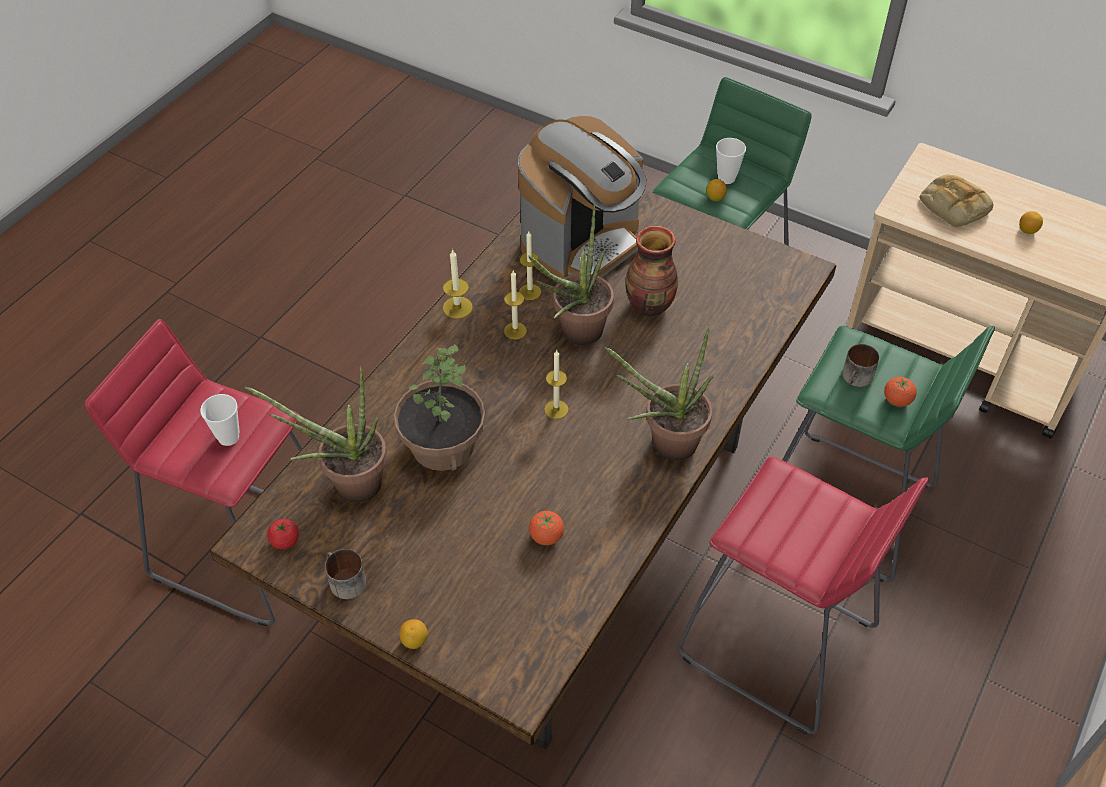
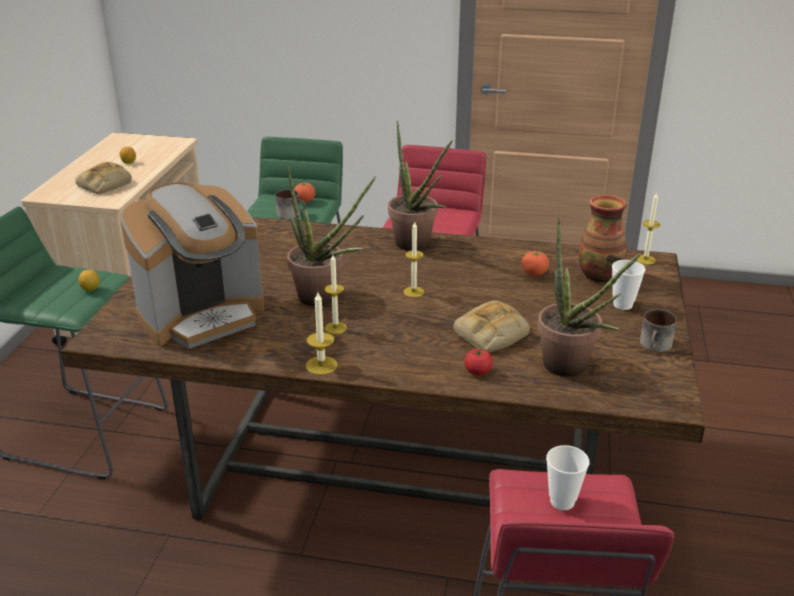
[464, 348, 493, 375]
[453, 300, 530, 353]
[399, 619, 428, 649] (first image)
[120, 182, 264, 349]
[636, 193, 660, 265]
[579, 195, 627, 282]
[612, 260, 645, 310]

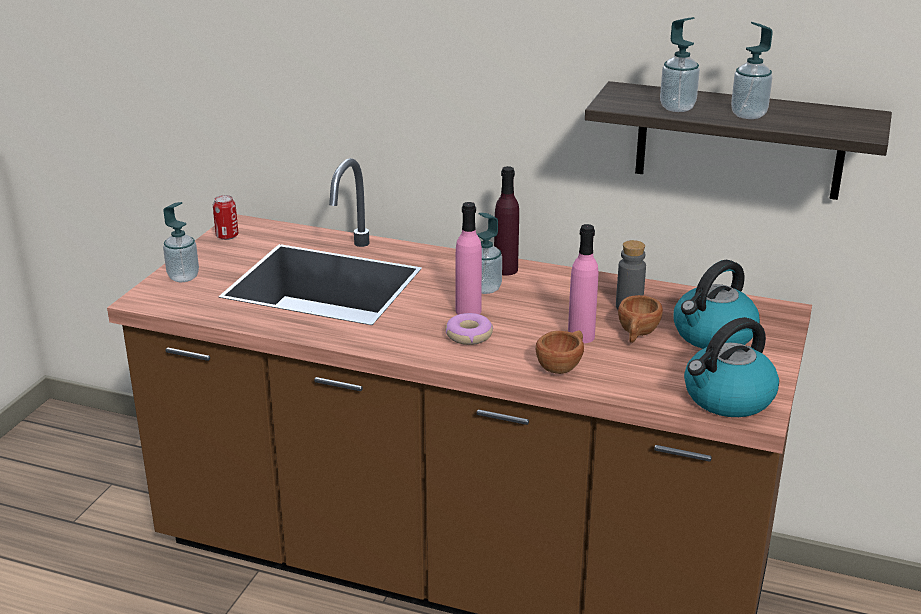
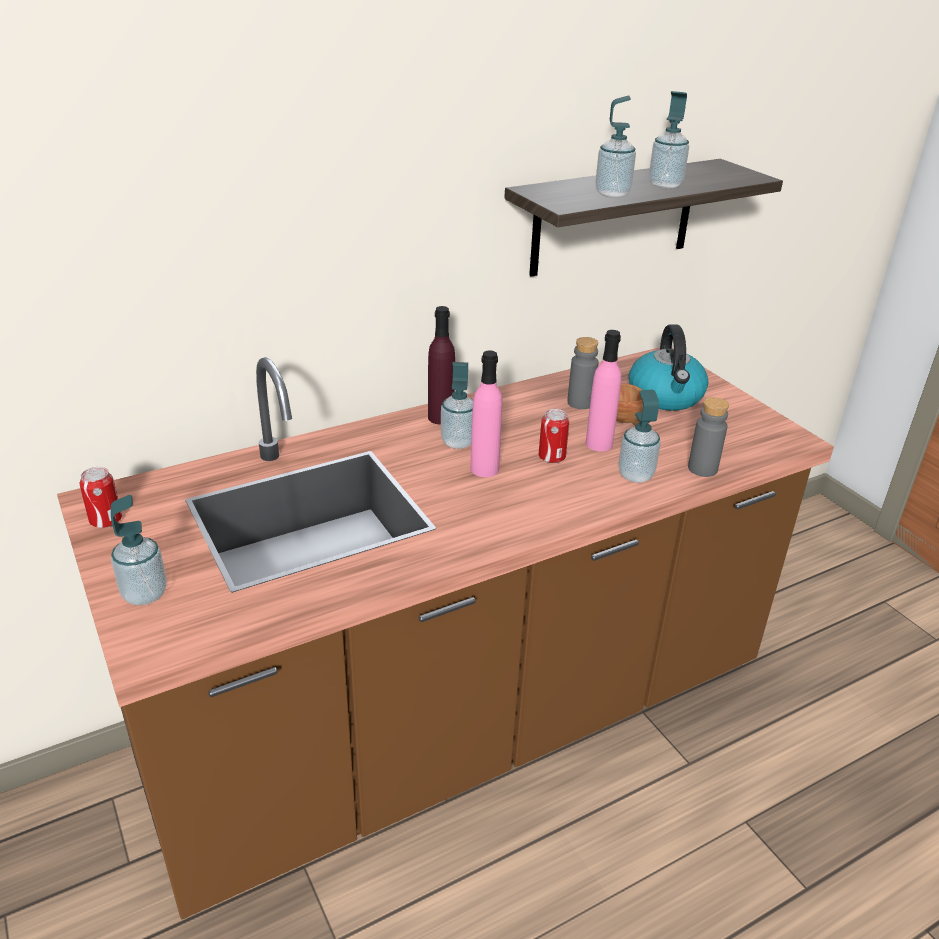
[446, 313, 493, 345] (first image)
[618, 390, 661, 483]
[684, 317, 779, 417] (first image)
[539, 409, 569, 463]
[688, 397, 729, 477]

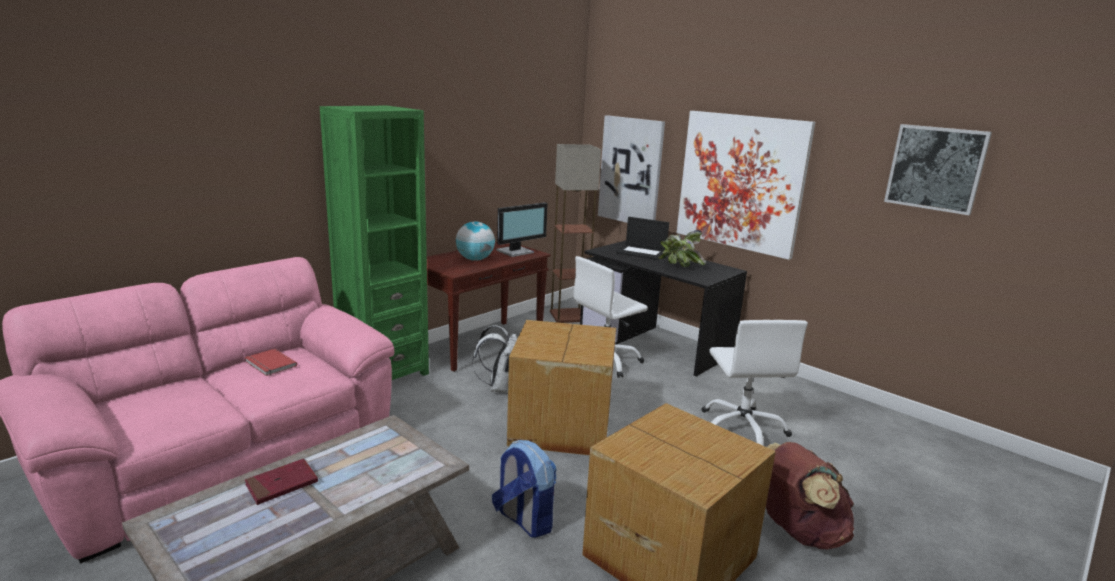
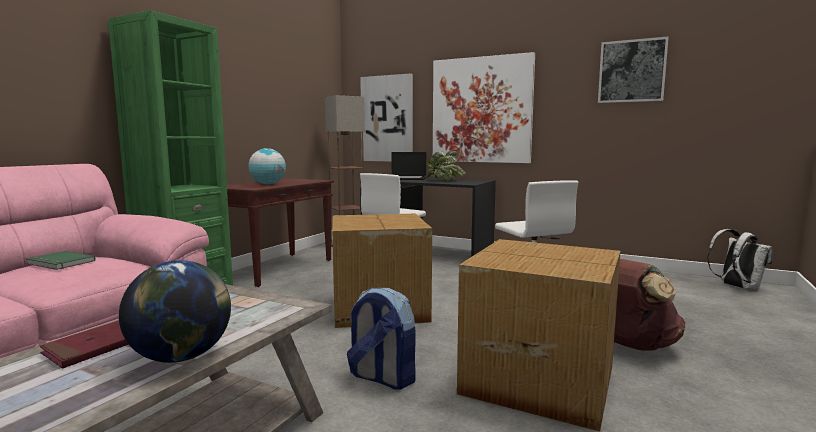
[26, 251, 96, 270]
[707, 229, 773, 289]
[496, 202, 548, 257] (first image)
[119, 260, 231, 363]

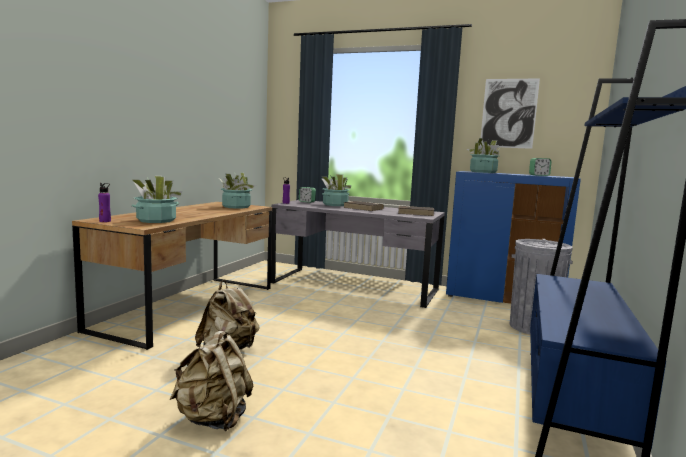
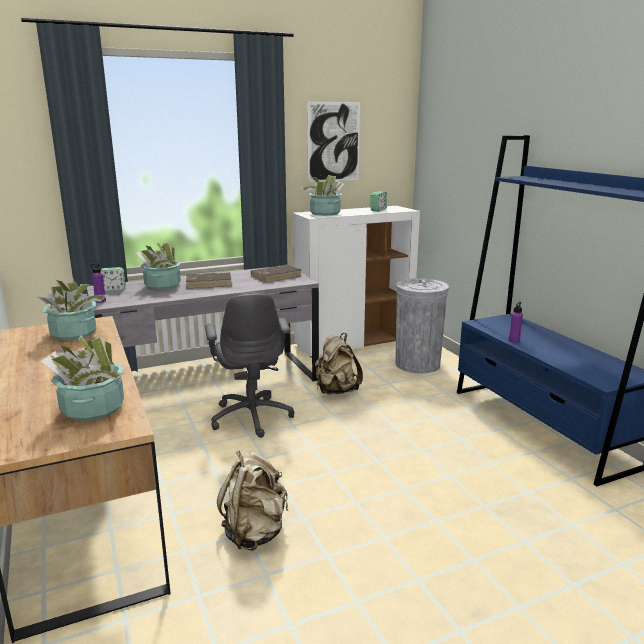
[509, 302, 523, 343]
[315, 333, 363, 394]
[292, 206, 420, 357]
[205, 292, 294, 438]

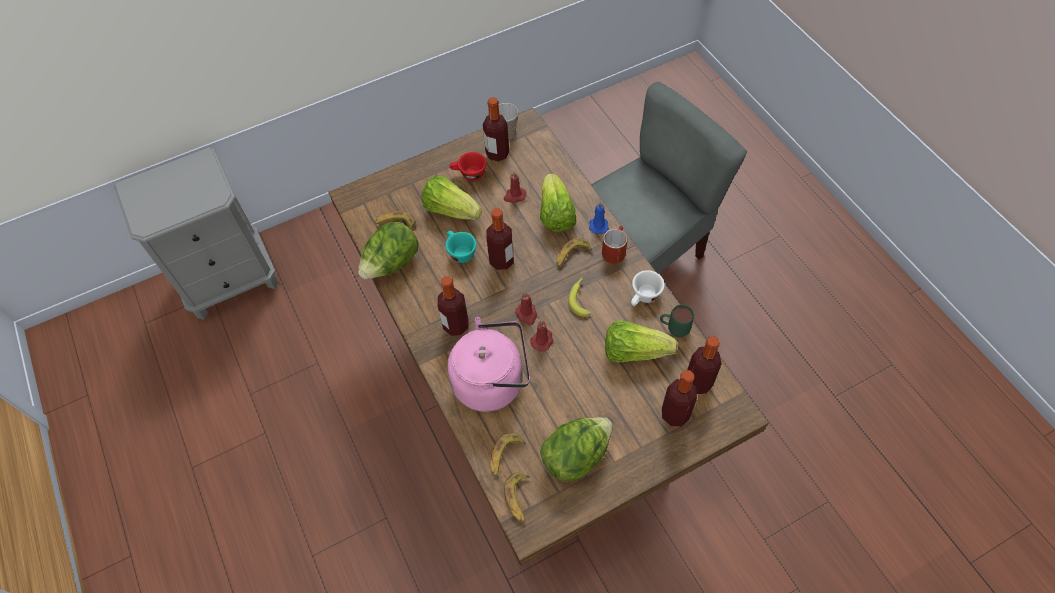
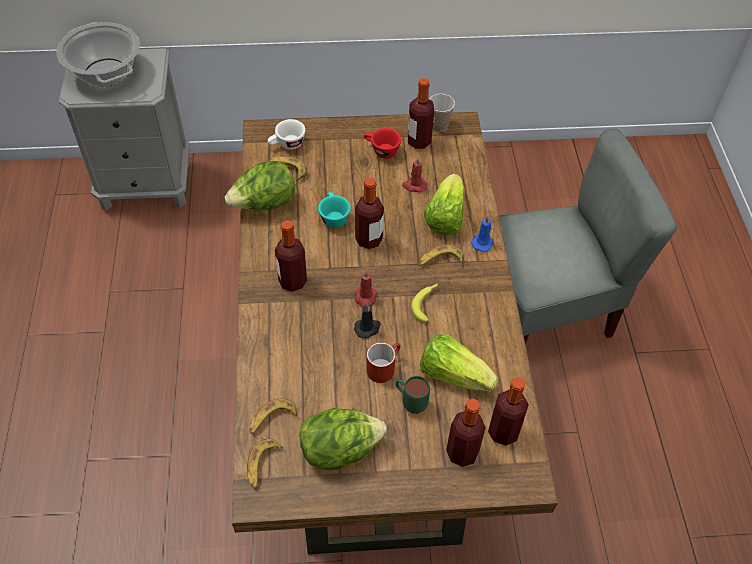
[421, 176, 482, 220] (first image)
[447, 317, 530, 412] (first image)
[354, 303, 381, 339]
[366, 342, 401, 383]
[268, 119, 305, 150]
[396, 376, 430, 414]
[57, 22, 140, 87]

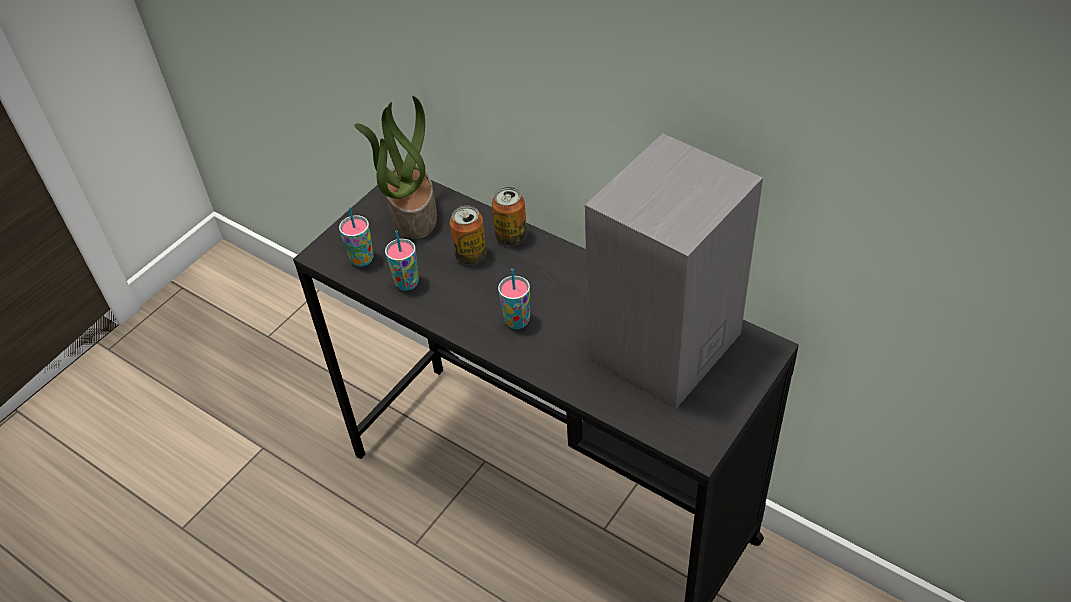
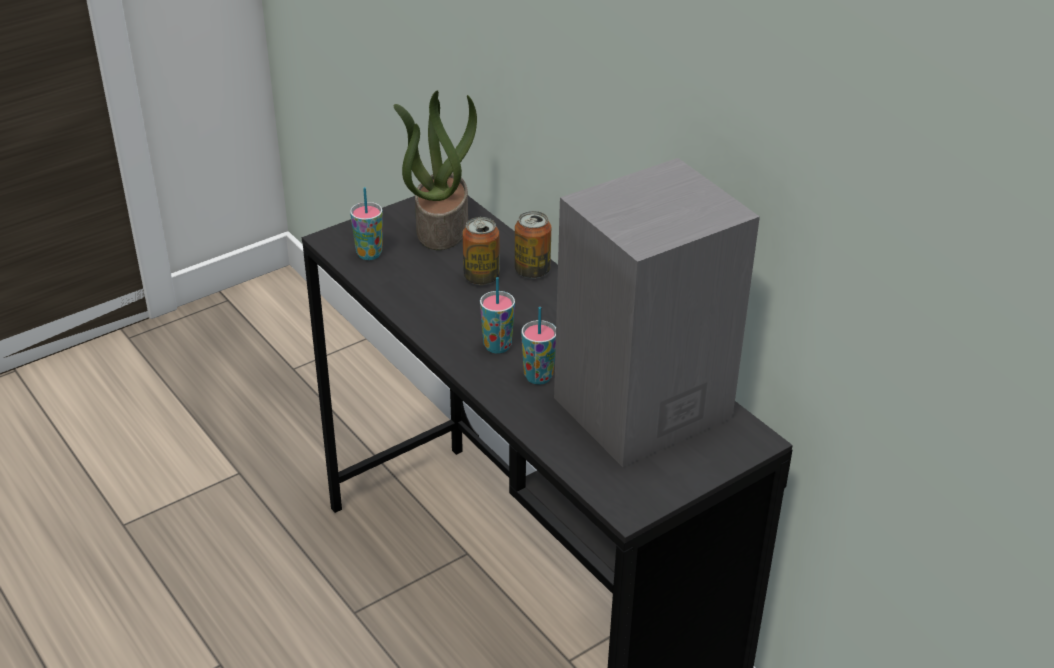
[521, 307, 556, 385]

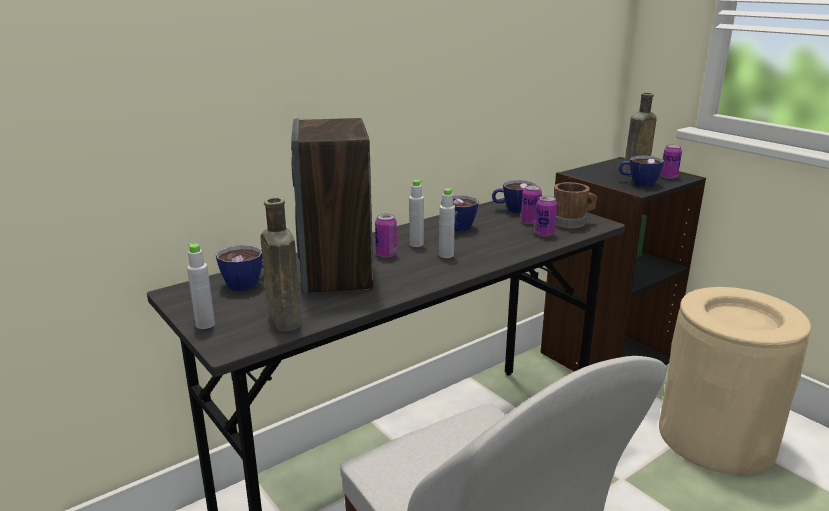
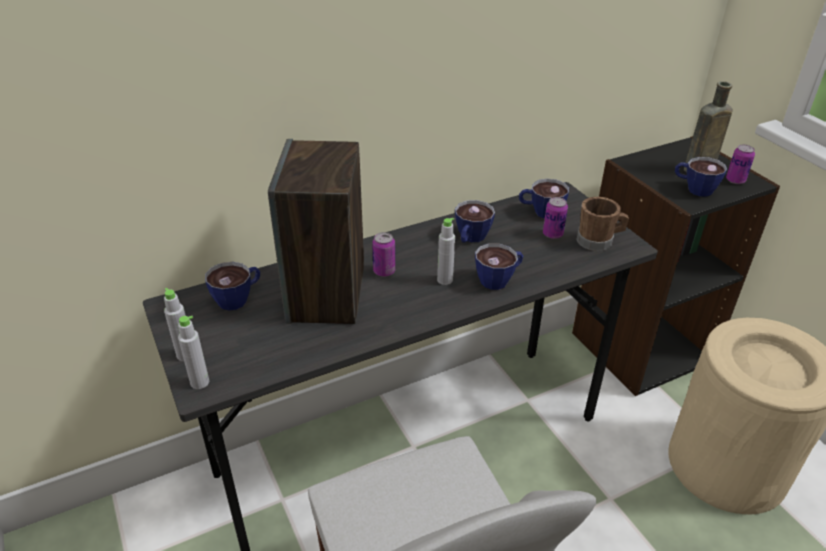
[261, 198, 302, 332] (first image)
[178, 316, 209, 389]
[535, 196, 557, 237] (first image)
[475, 243, 523, 290]

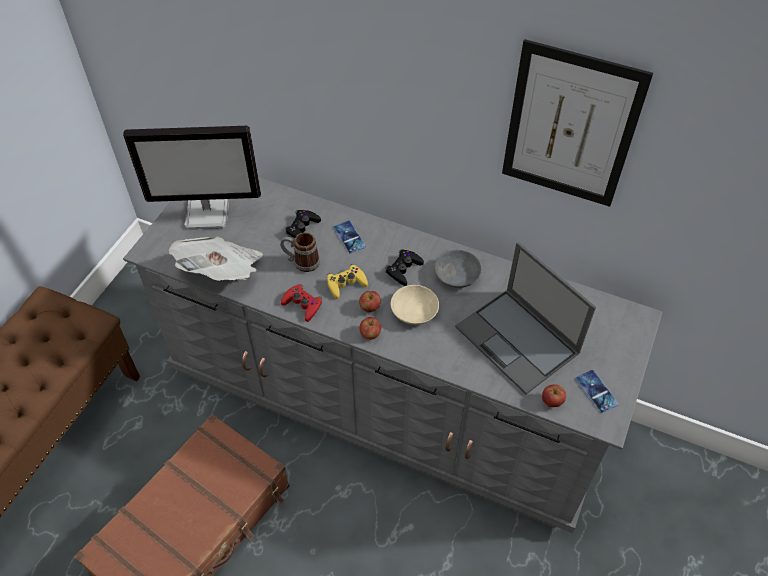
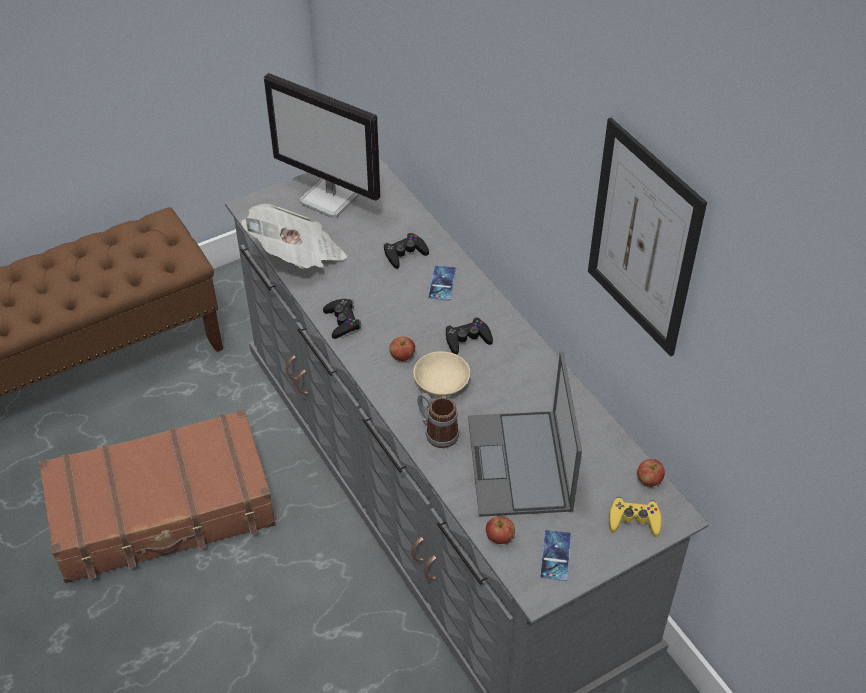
[417, 393, 459, 448]
[323, 299, 361, 339]
[609, 497, 662, 537]
[637, 459, 665, 487]
[435, 250, 482, 288] (first image)

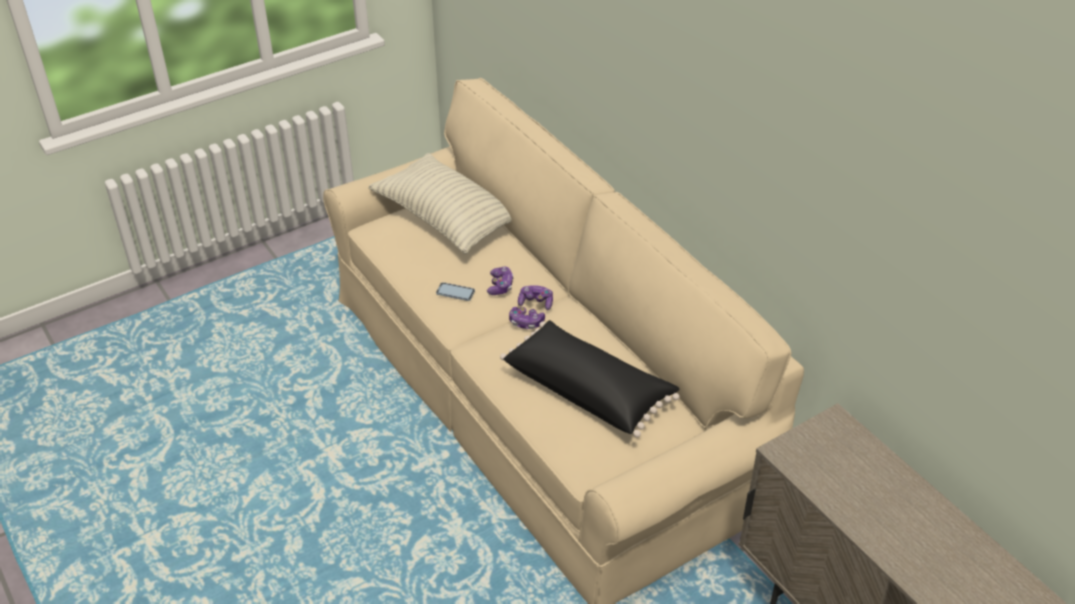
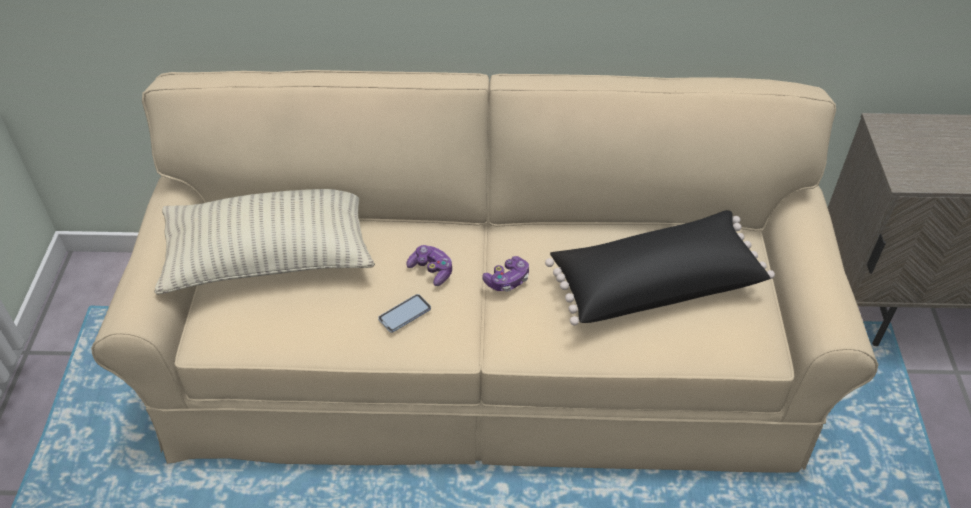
[518, 285, 553, 310] (first image)

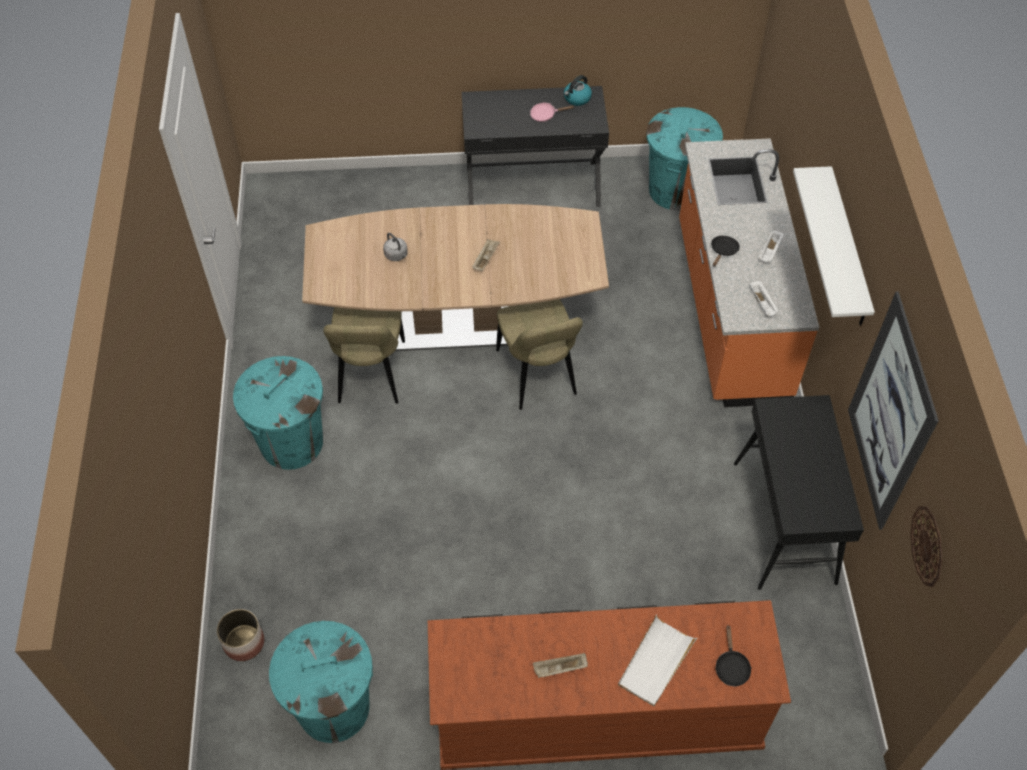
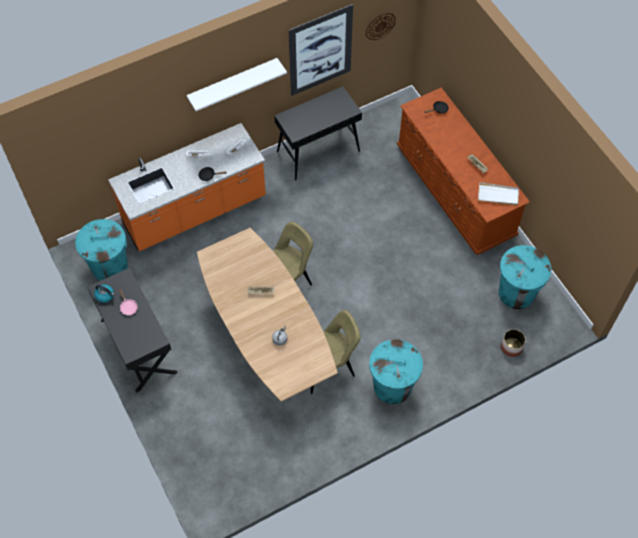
[478, 182, 519, 205]

